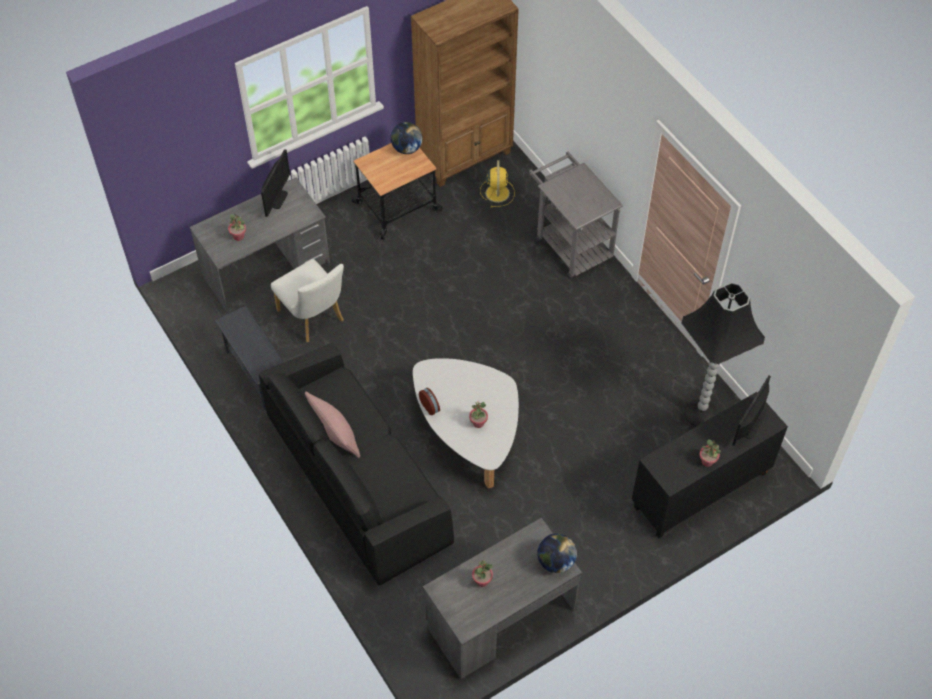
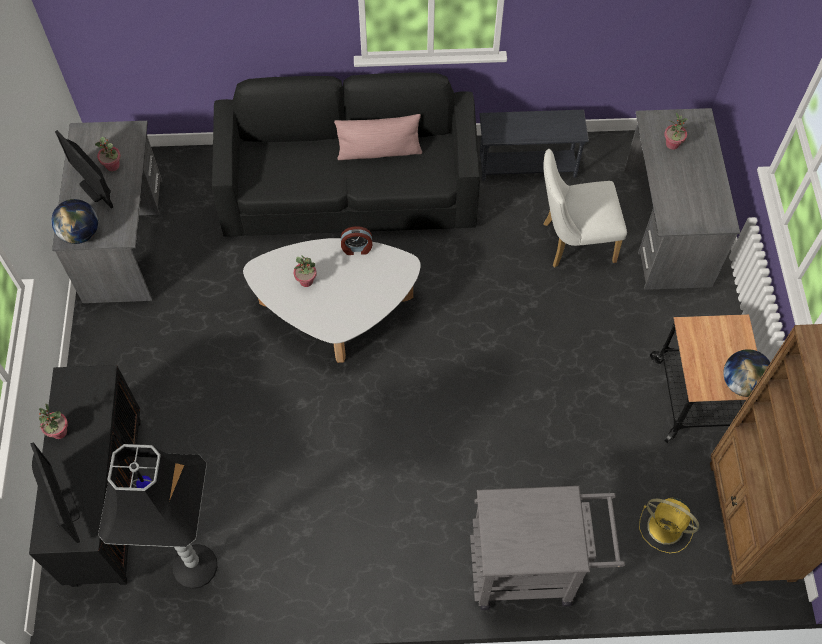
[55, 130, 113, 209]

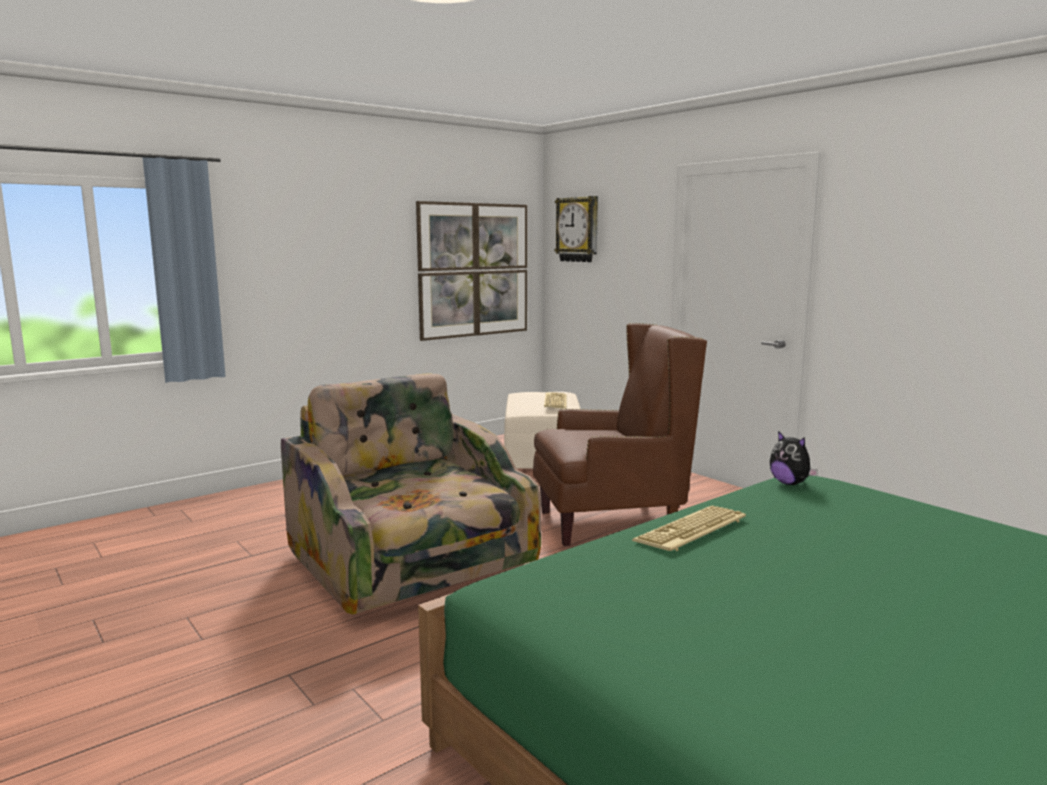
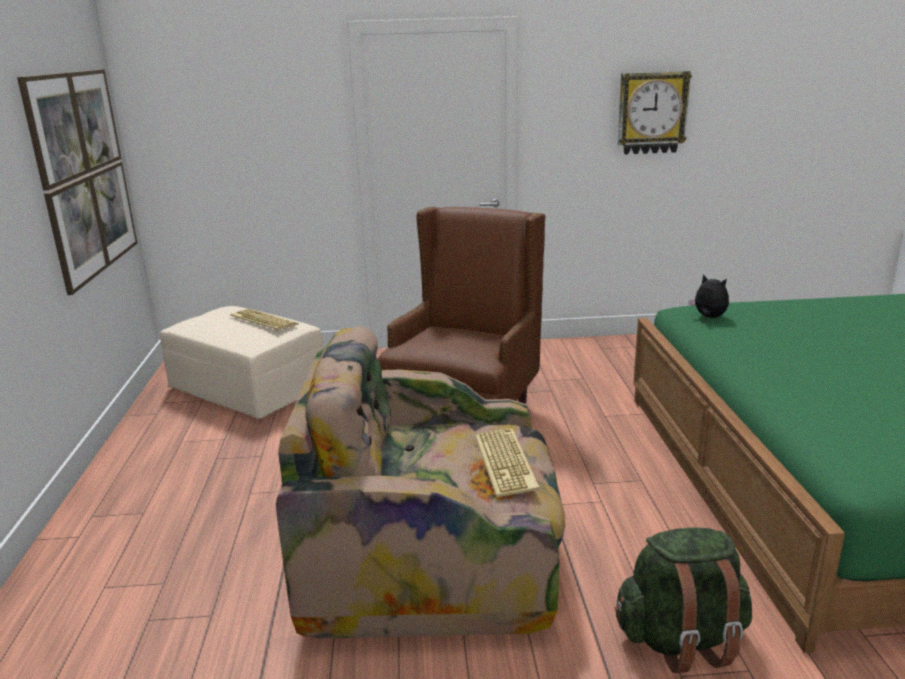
[617, 71, 692, 154]
[475, 428, 539, 497]
[689, 274, 729, 318]
[615, 527, 752, 673]

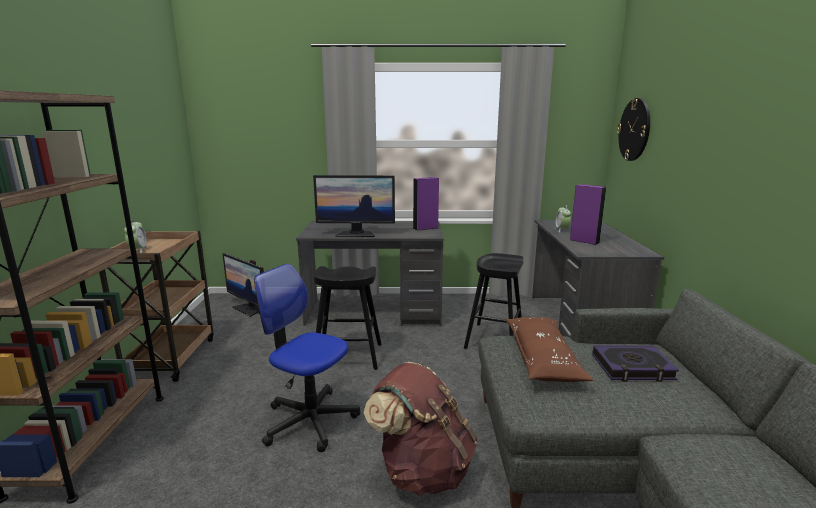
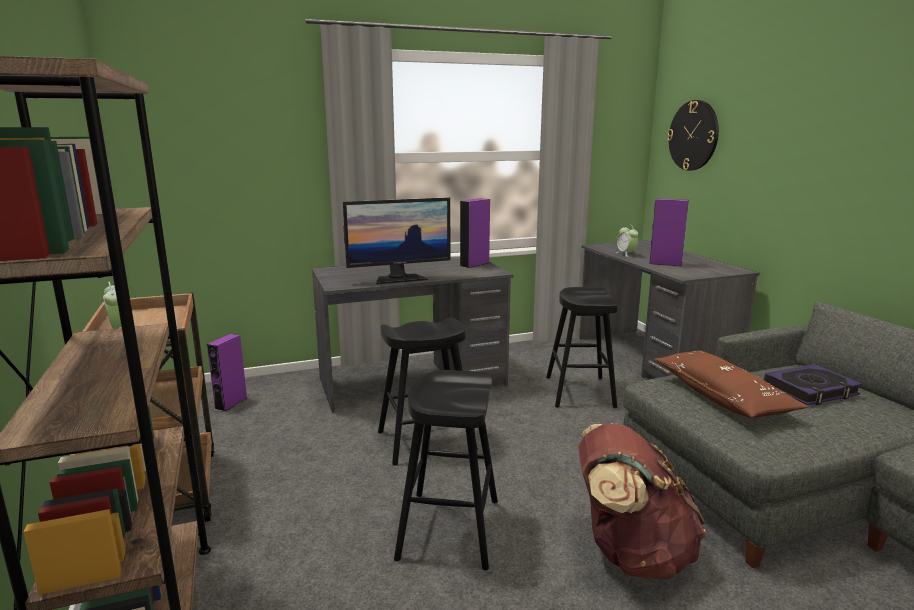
[207, 334, 247, 412]
[394, 370, 498, 570]

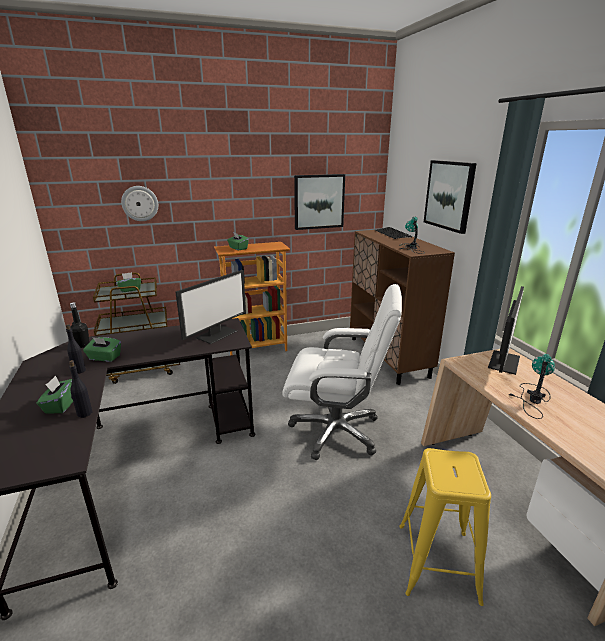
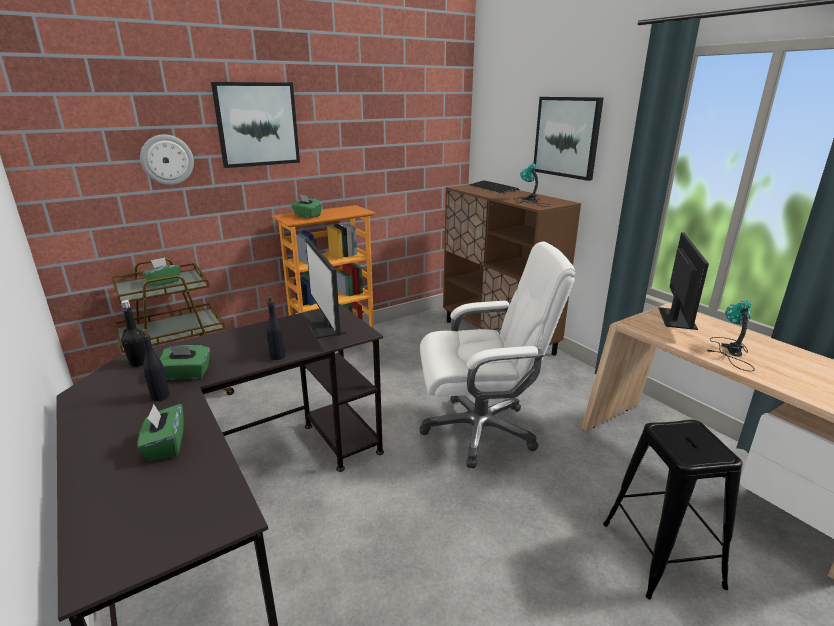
[266, 296, 285, 360]
[306, 238, 346, 339]
[211, 82, 300, 168]
[603, 420, 743, 600]

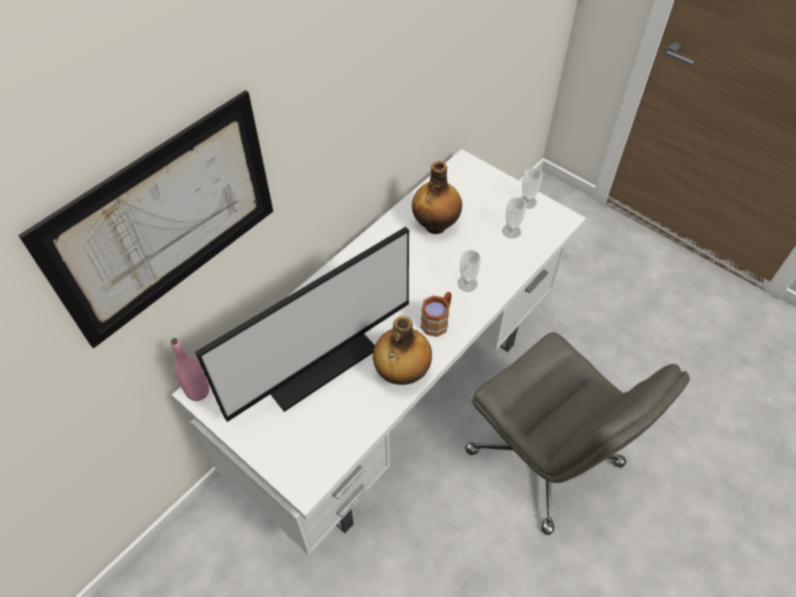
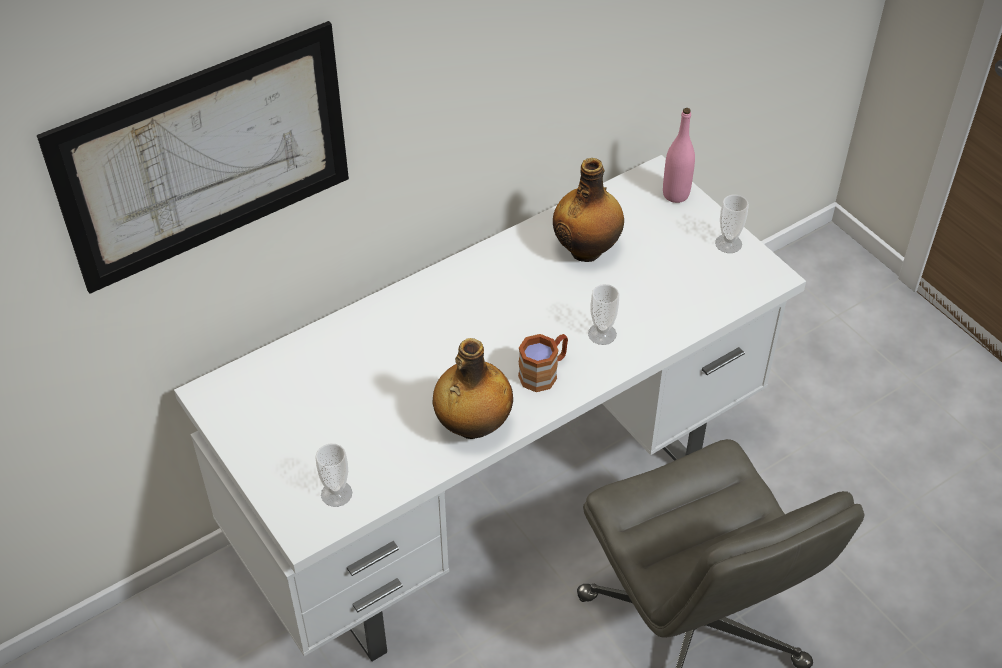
[663, 108, 695, 203]
[195, 227, 409, 422] (first image)
[315, 444, 352, 507]

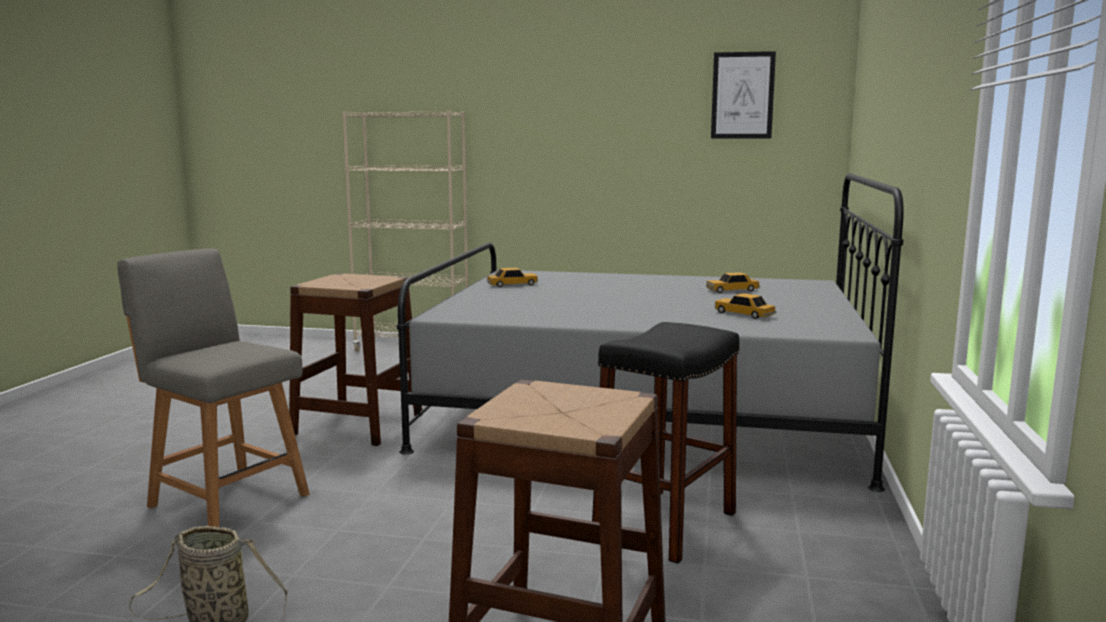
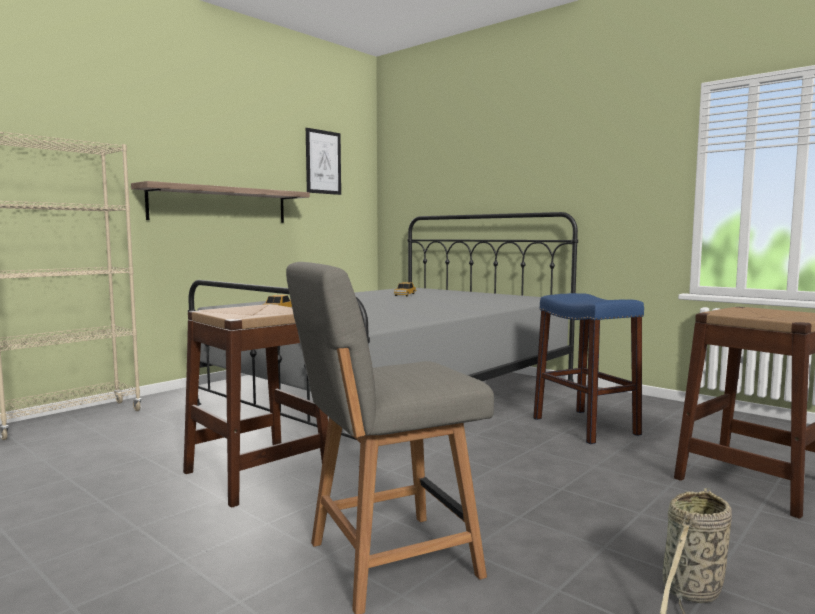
[533, 293, 644, 444]
[714, 293, 776, 319] (first image)
[131, 181, 310, 223]

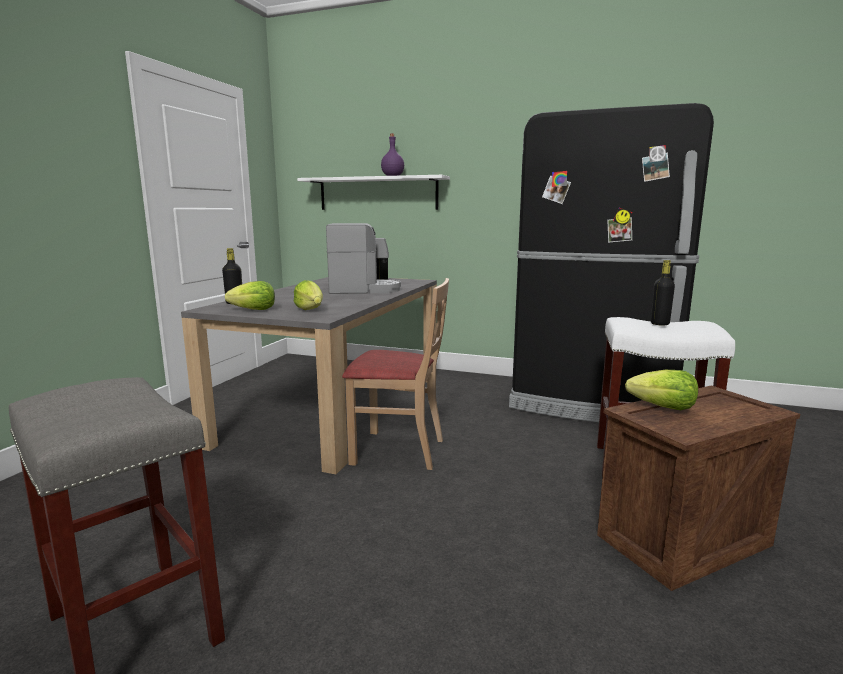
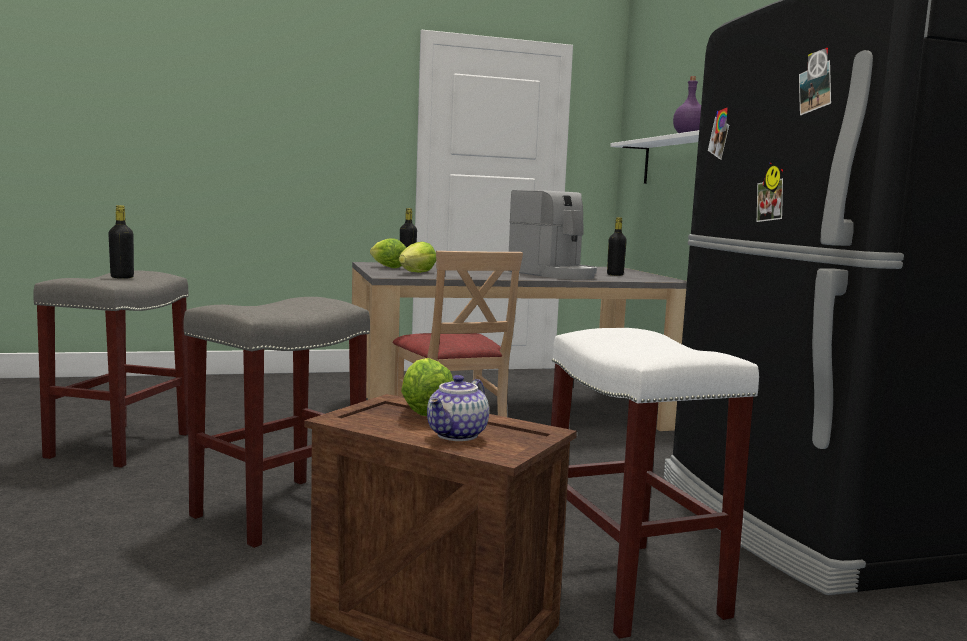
[108, 205, 134, 279]
[184, 297, 370, 548]
[427, 375, 489, 441]

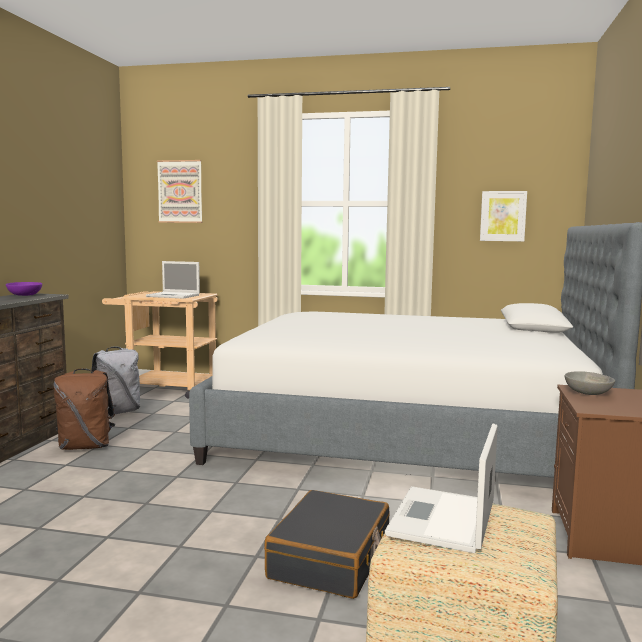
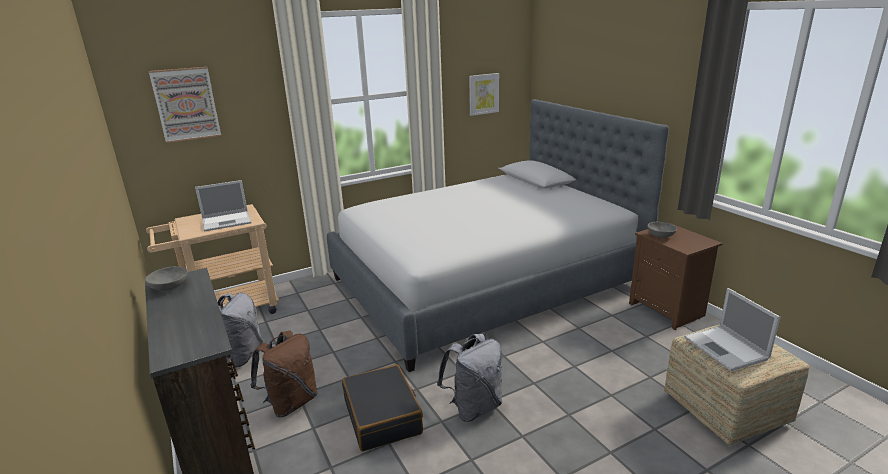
[145, 266, 188, 291]
[342, 364, 423, 451]
[437, 334, 502, 422]

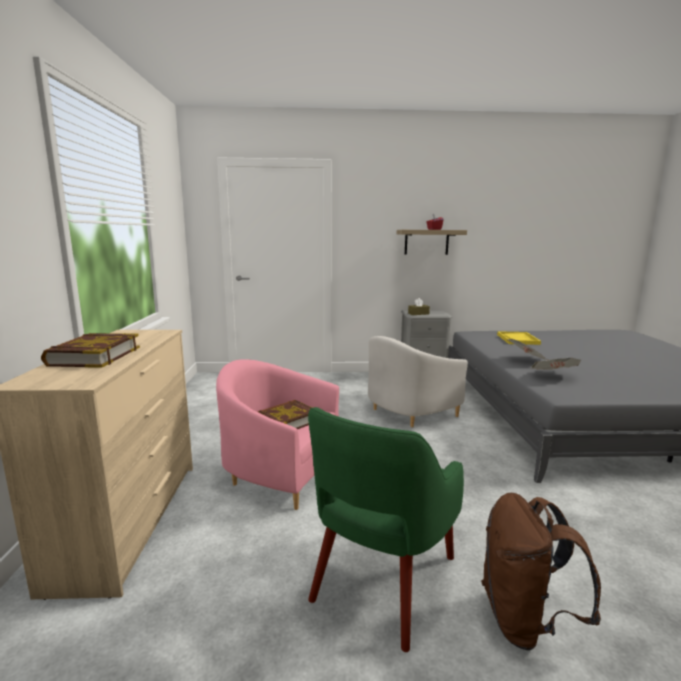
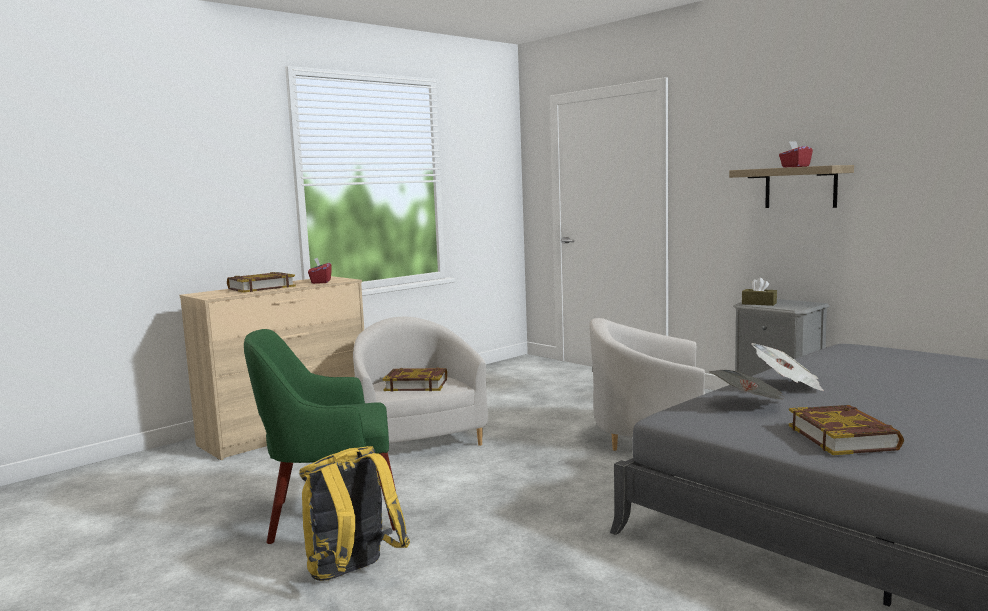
[353, 316, 488, 446]
[299, 446, 410, 581]
[497, 331, 541, 345] (first image)
[308, 258, 332, 284]
[789, 405, 904, 455]

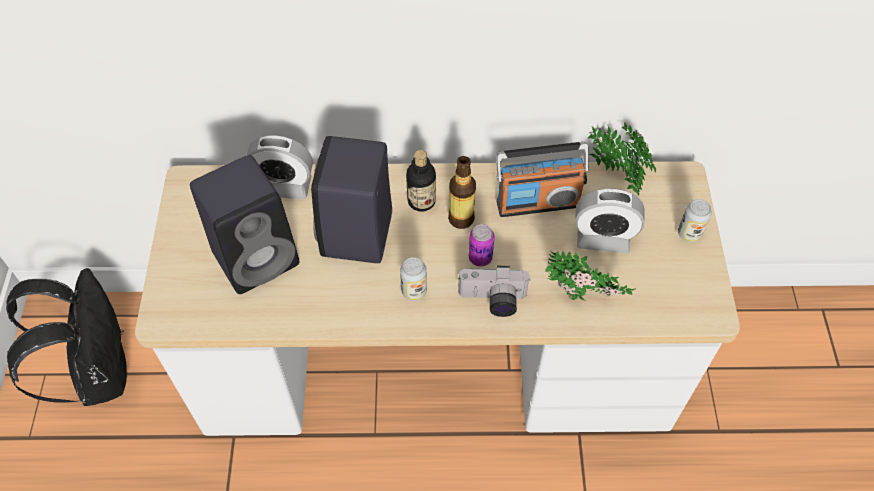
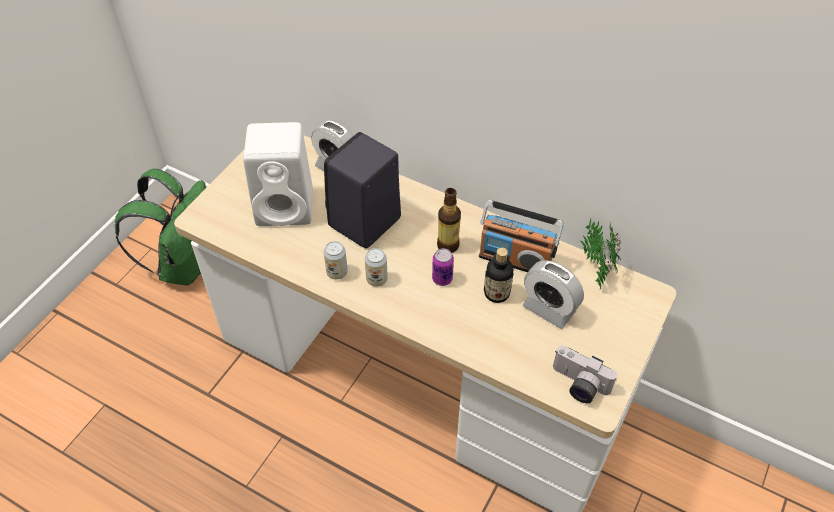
[115, 169, 206, 285]
[243, 122, 313, 226]
[484, 248, 514, 303]
[553, 346, 617, 403]
[545, 251, 636, 301] (first image)
[324, 241, 348, 280]

